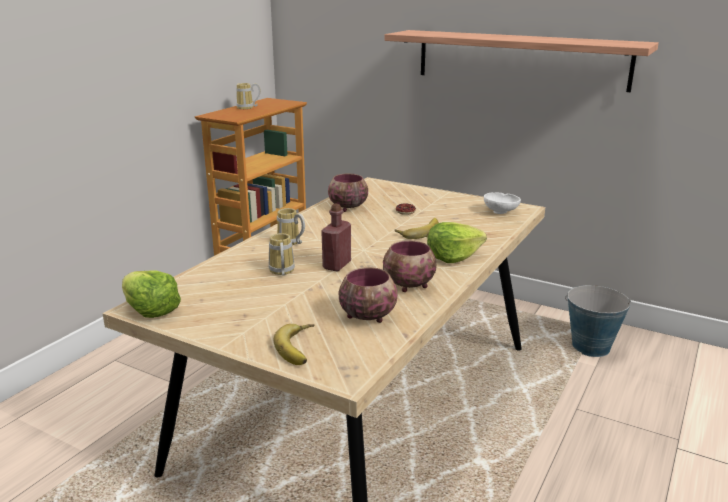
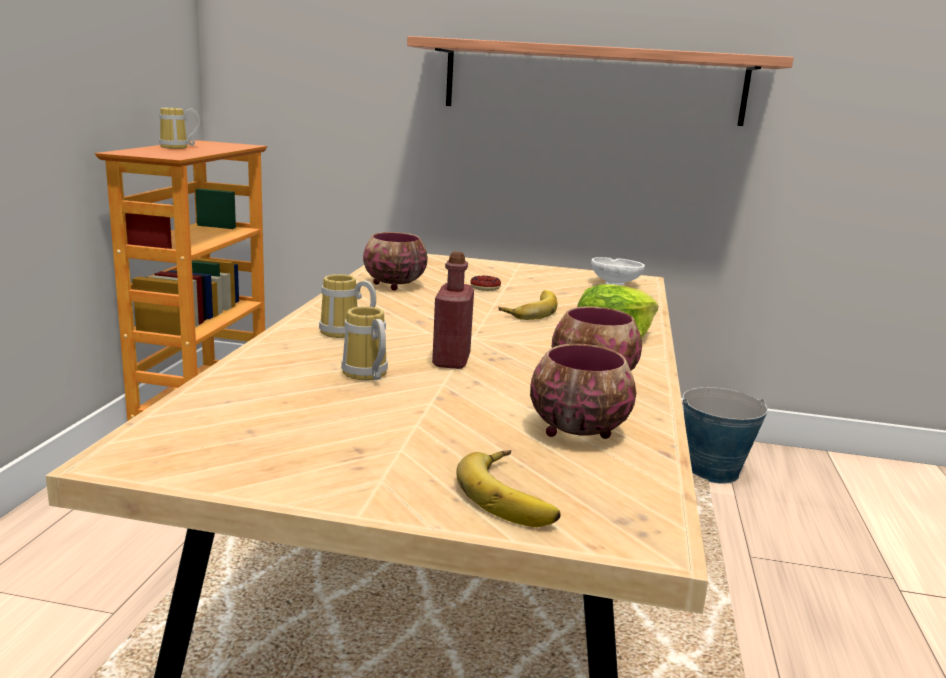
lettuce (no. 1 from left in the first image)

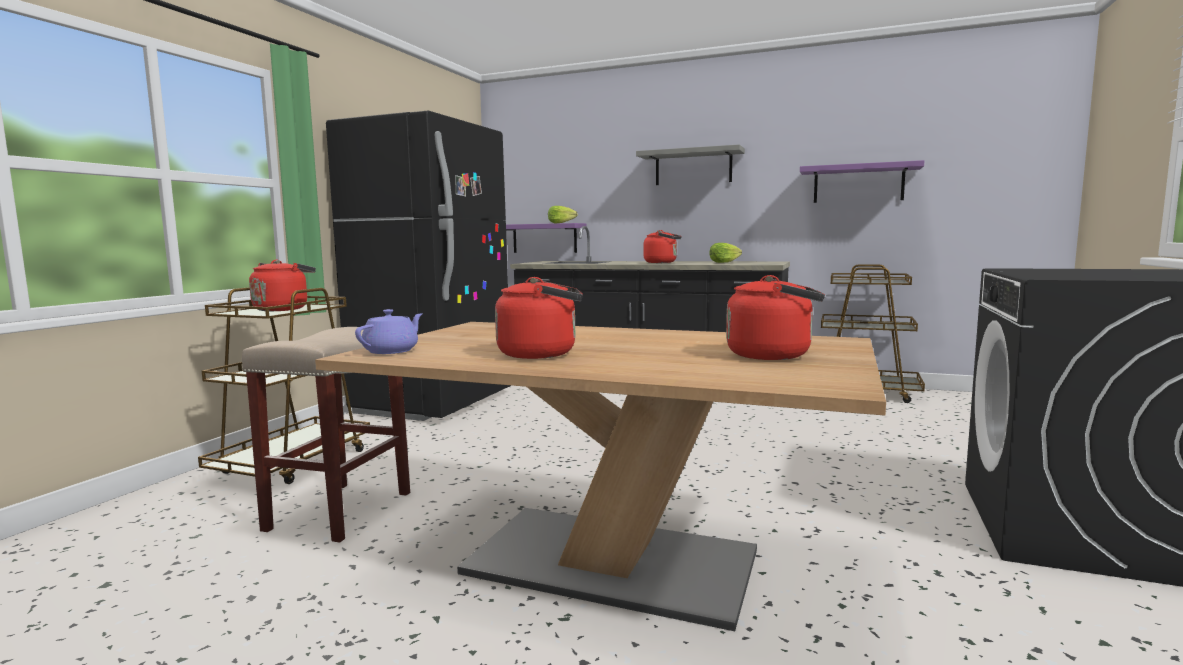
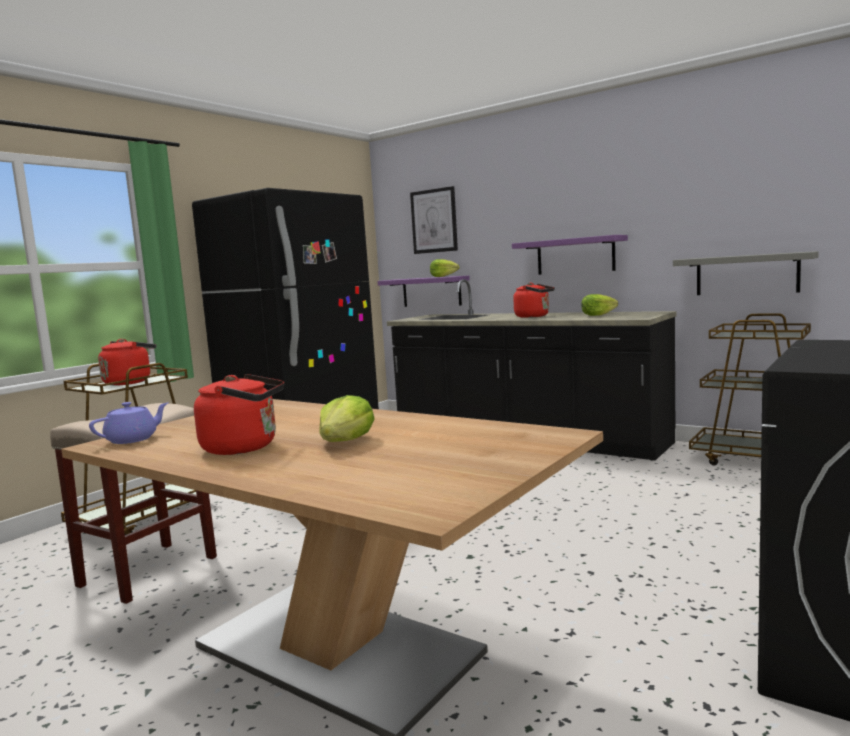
red_kettle (no. 4 from left in the first image)
lettuce (no. 1 from left)
picture
grey_shelf
purple_shelf (no. 2 from left)

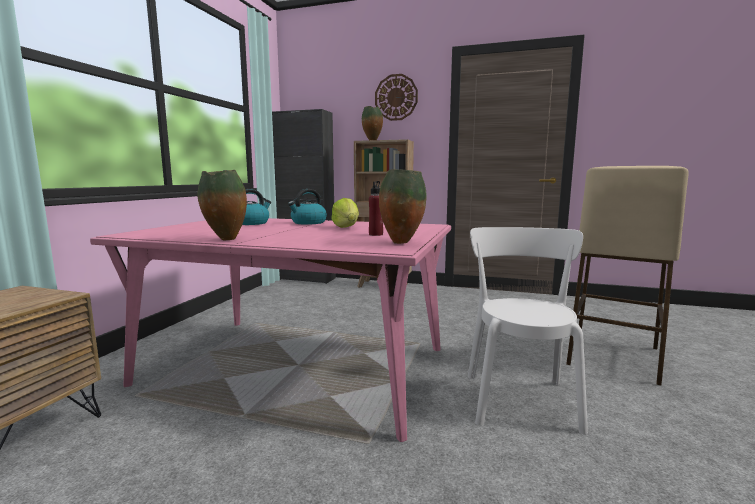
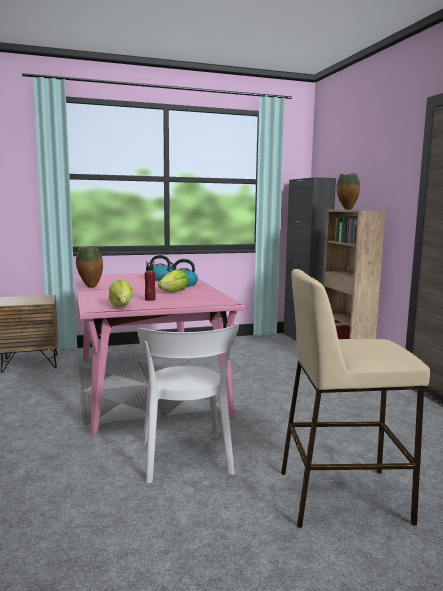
wall_clock
lettuce (no. 1 from left)
white_chair

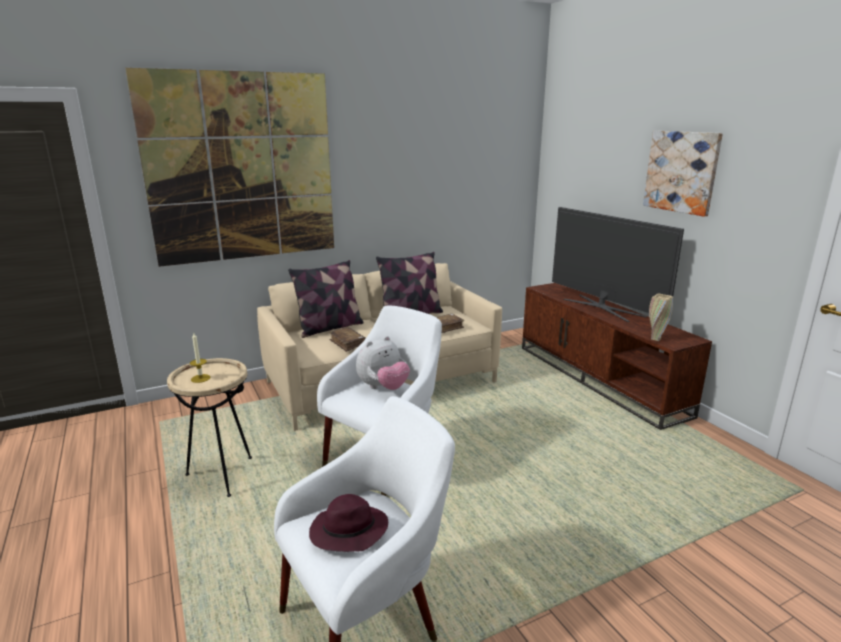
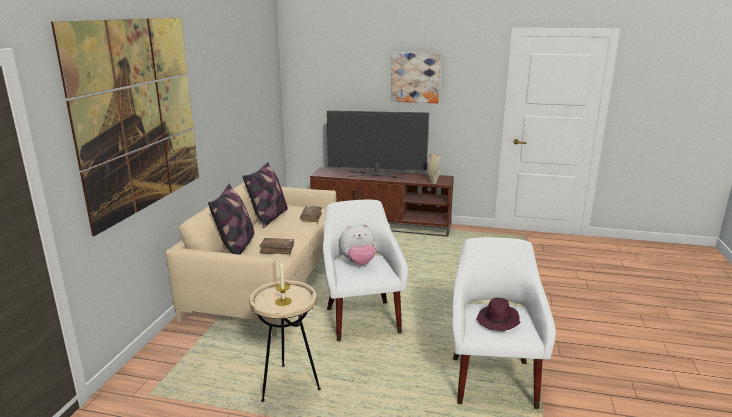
plush_toy

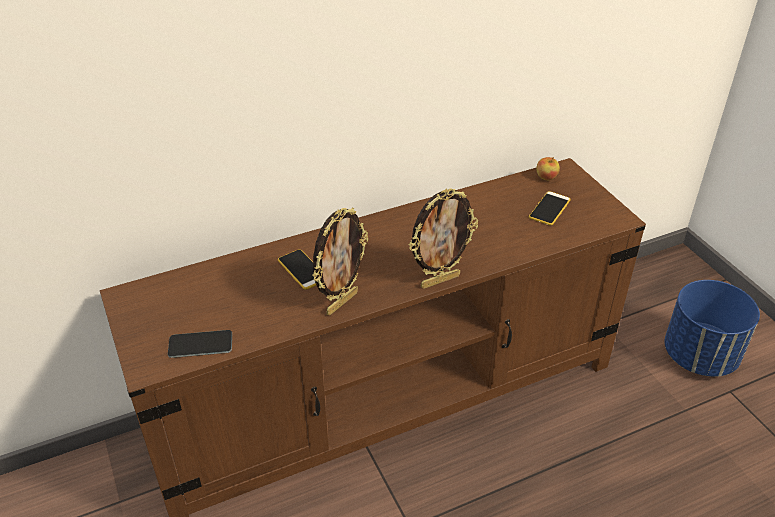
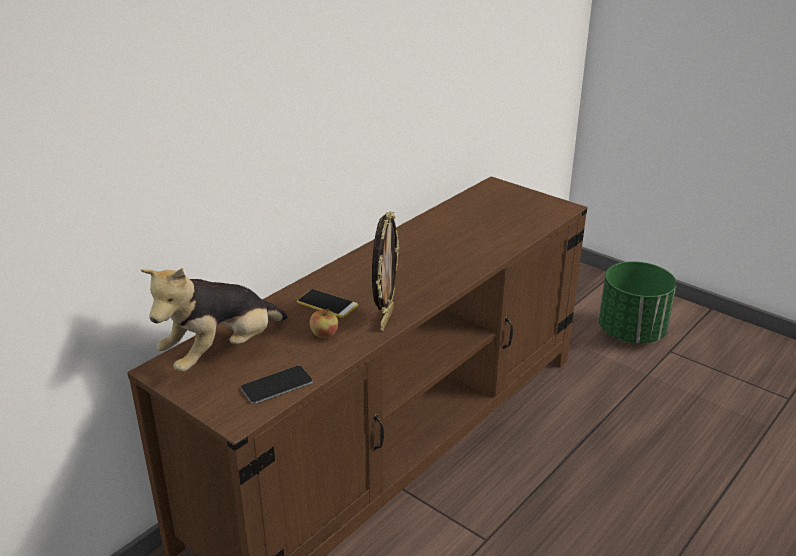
picture_frame (no. 2 from left in the first image)
phone (no. 3 from left in the first image)
plush_toy
apple
green_planter

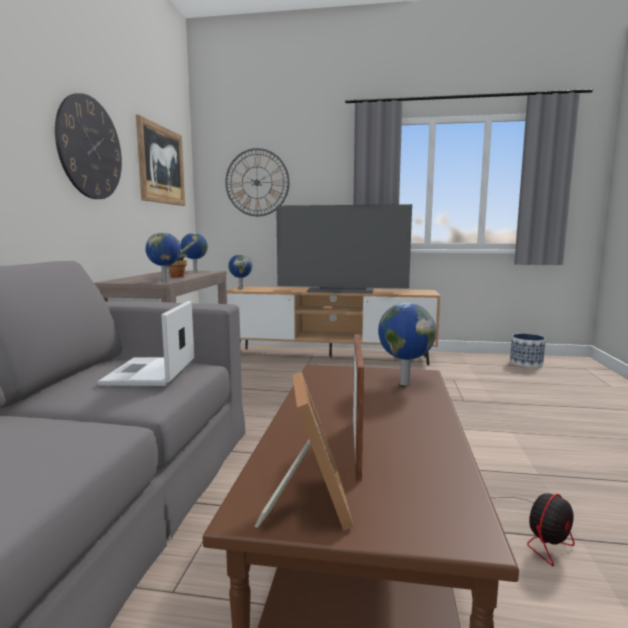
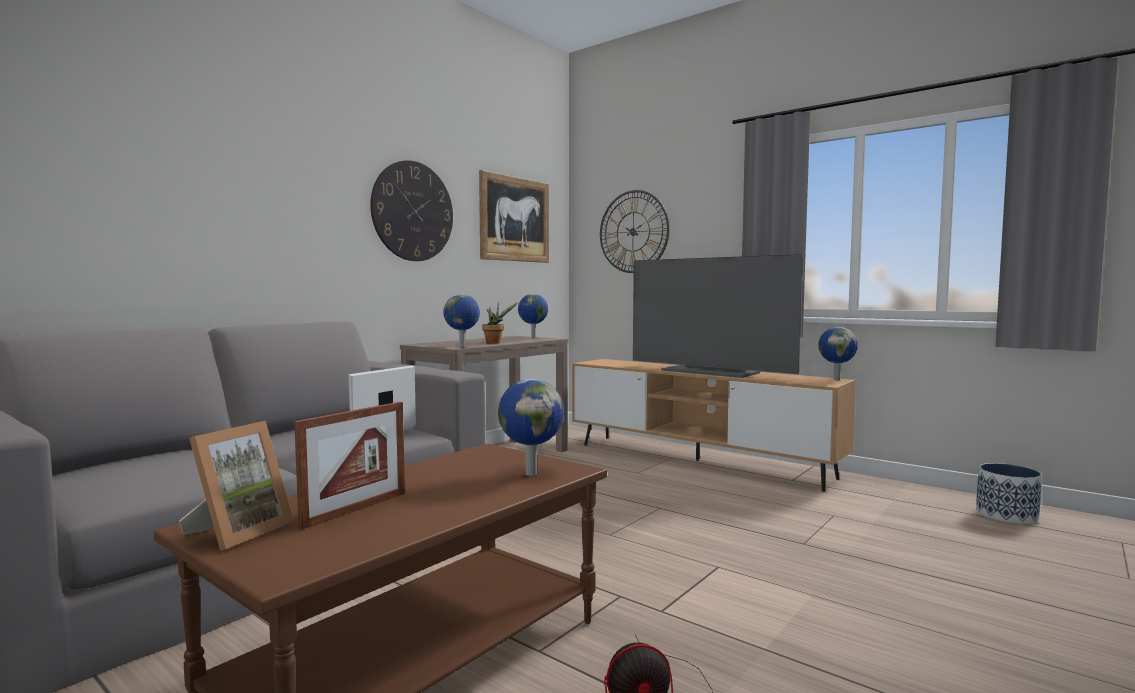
globe (no. 4 from left)

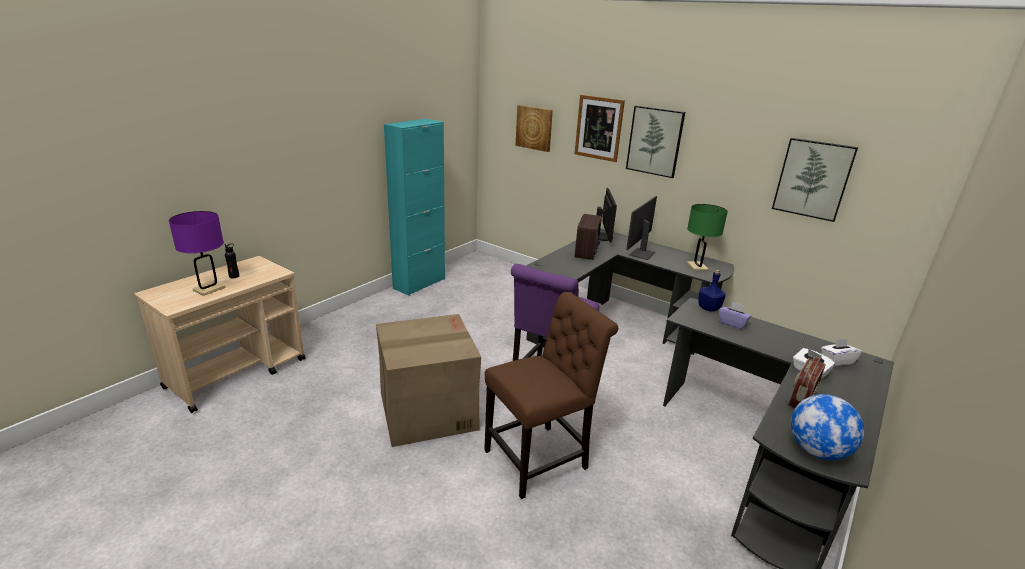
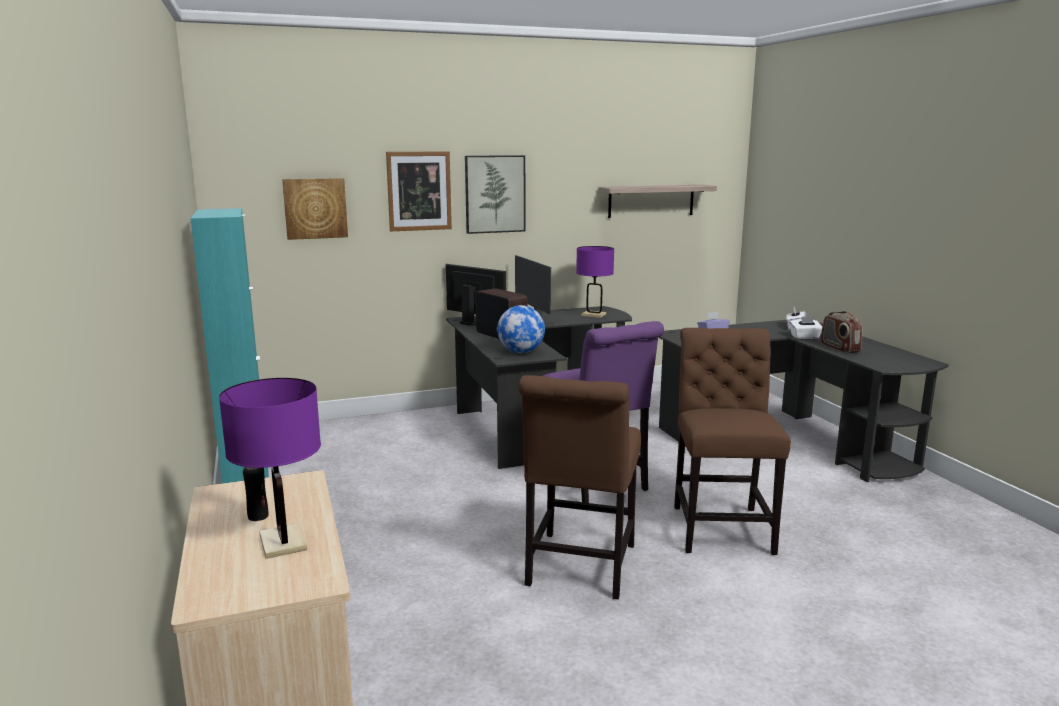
blue_bottle
globe
brown_chair (no. 1 from left)
shelf
purple_table_lamp (no. 2 from left)

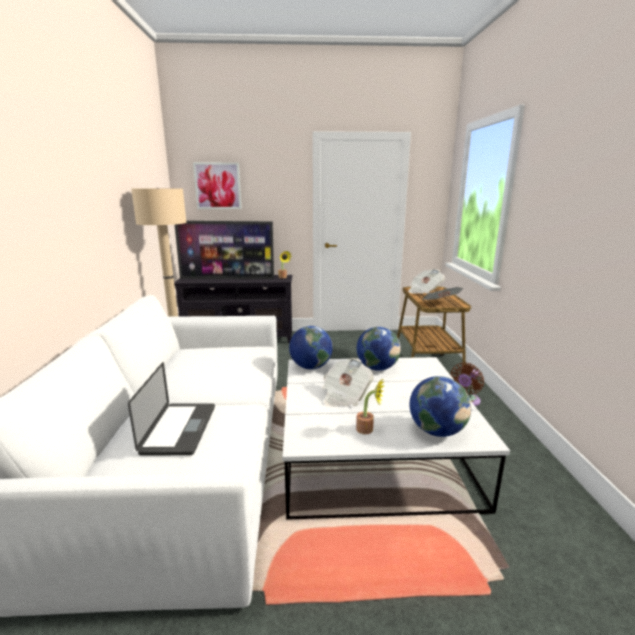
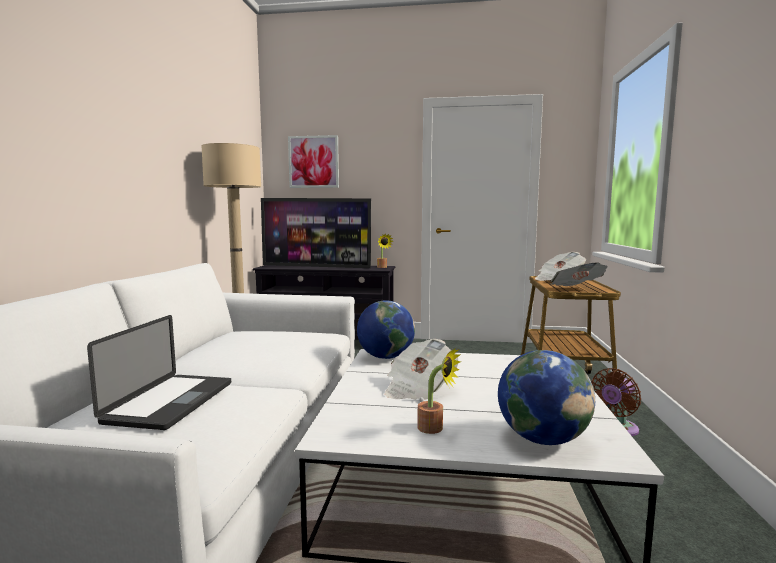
globe (no. 2 from left in the first image)

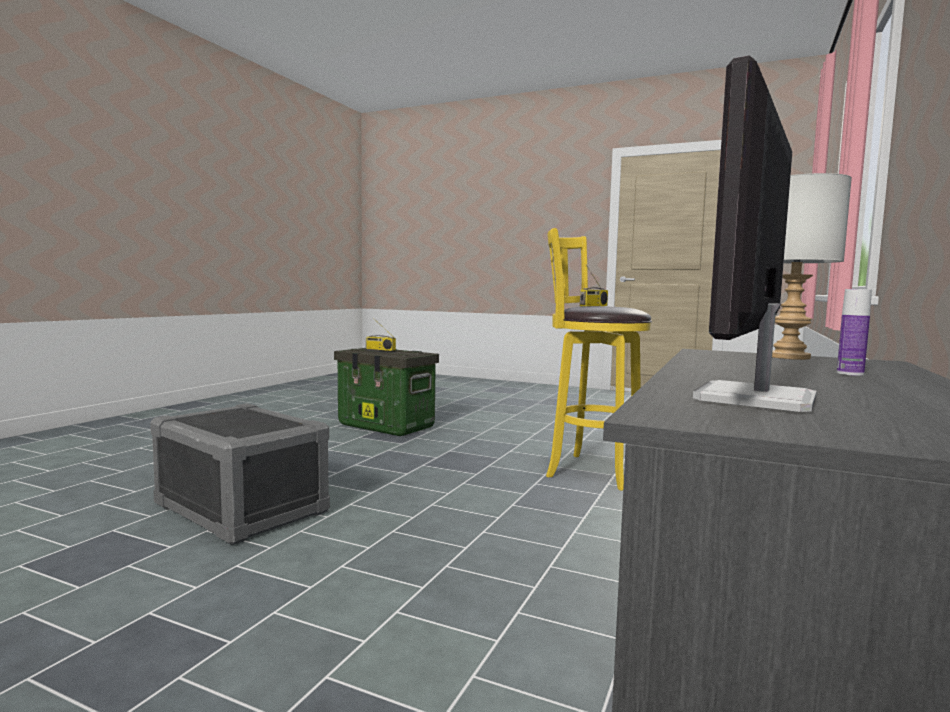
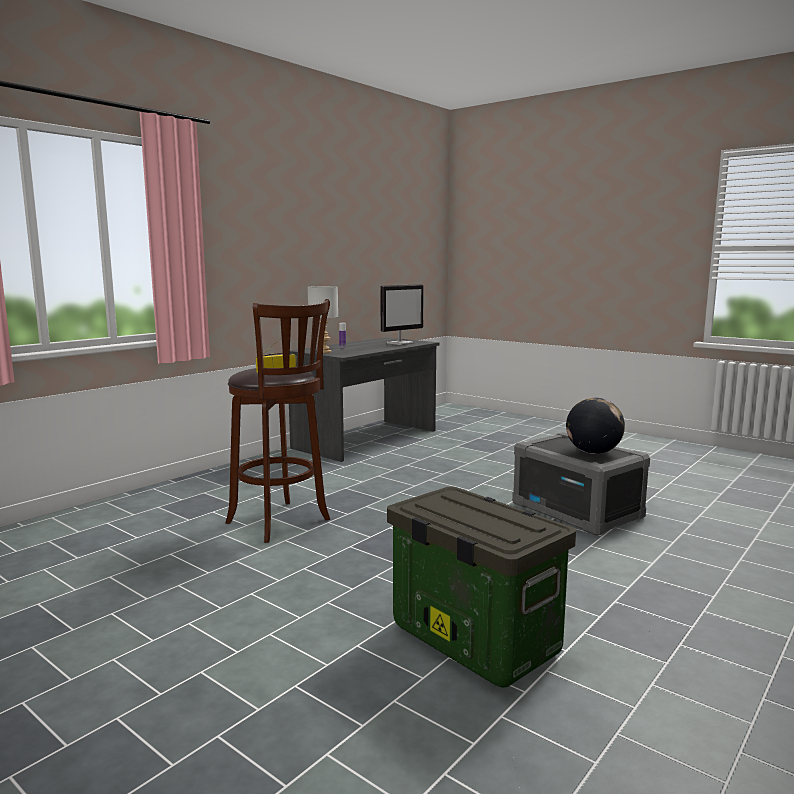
radio (no. 1 from left in the first image)
globe
brown_stool

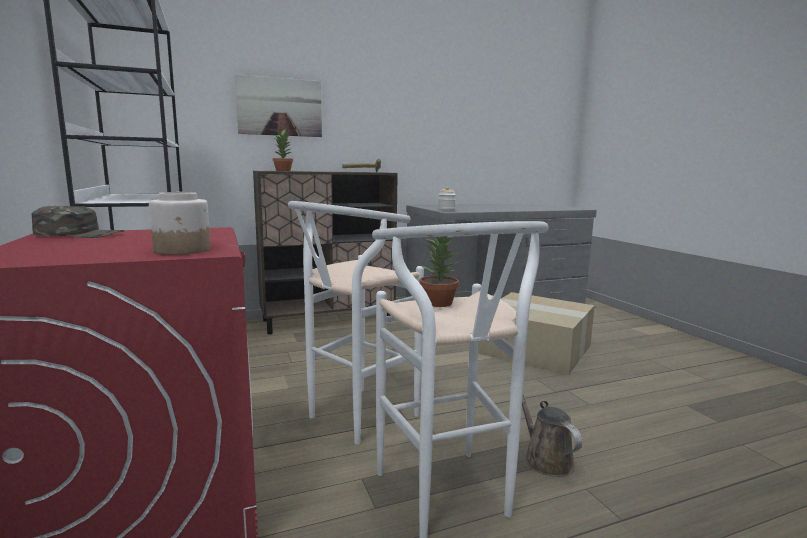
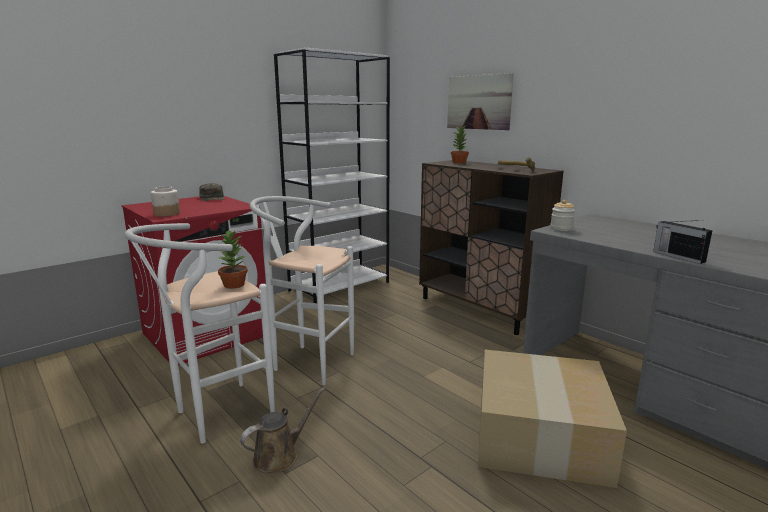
radio

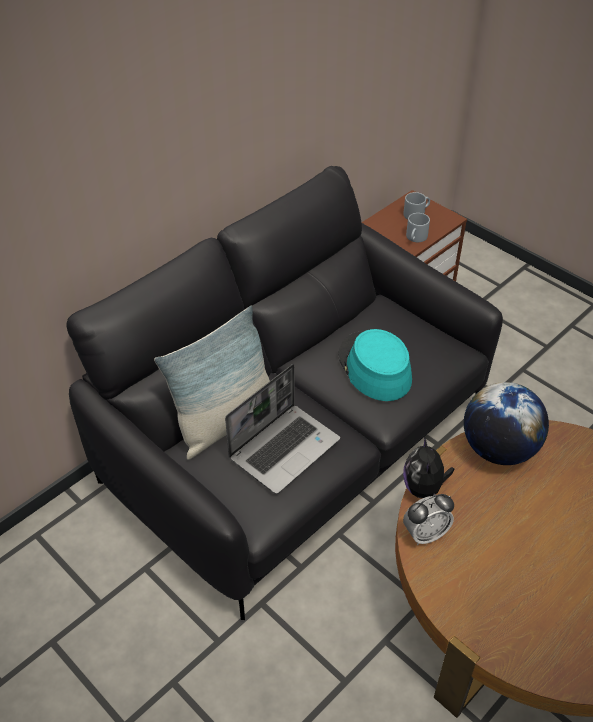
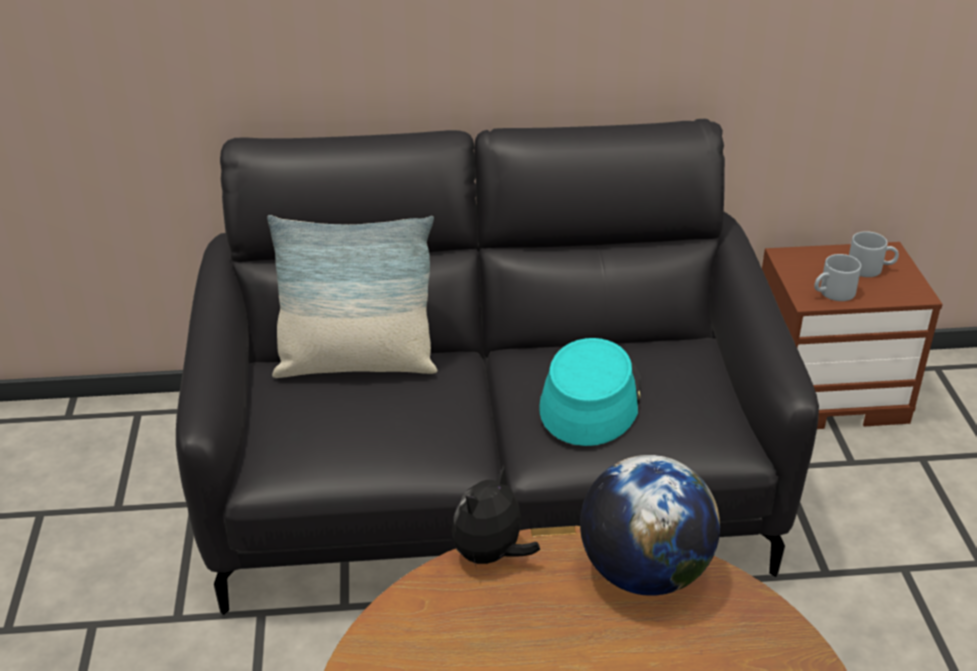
laptop
alarm_clock

